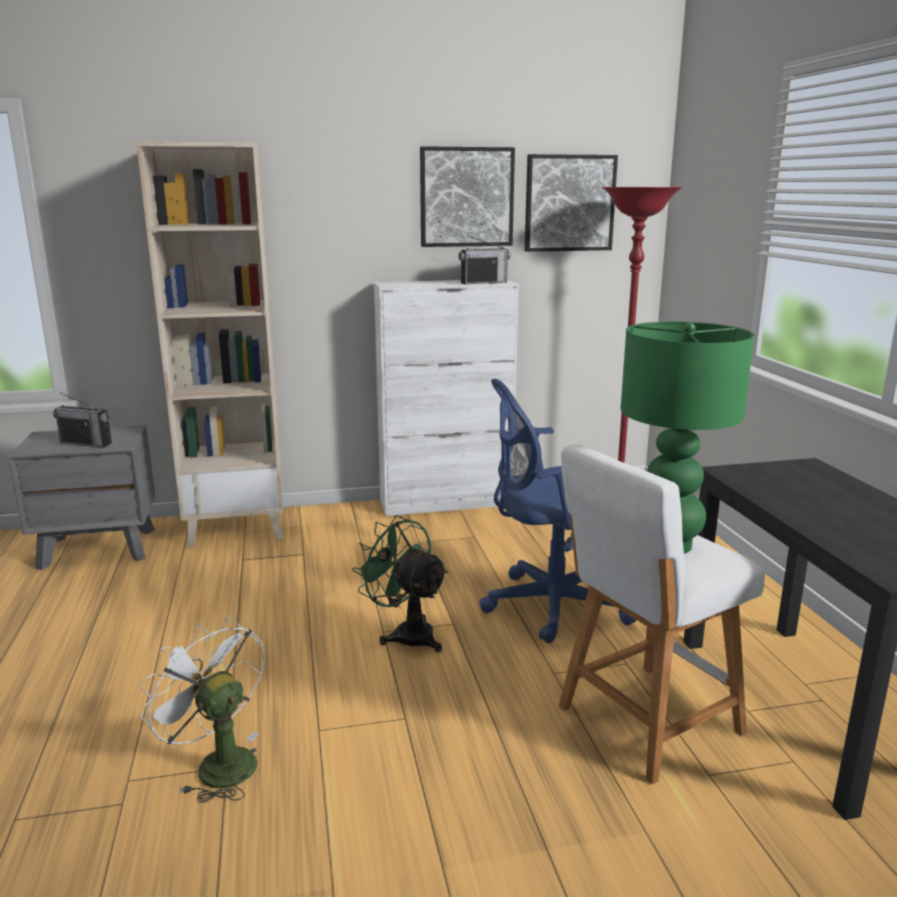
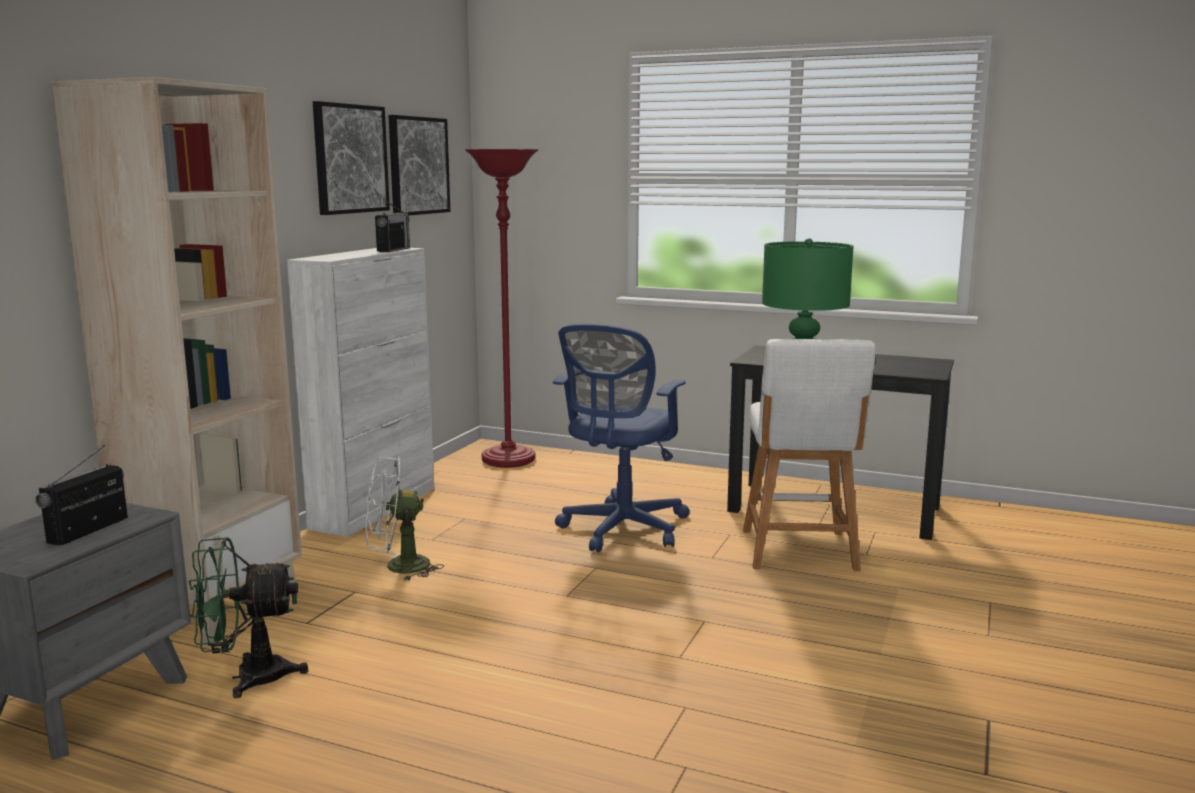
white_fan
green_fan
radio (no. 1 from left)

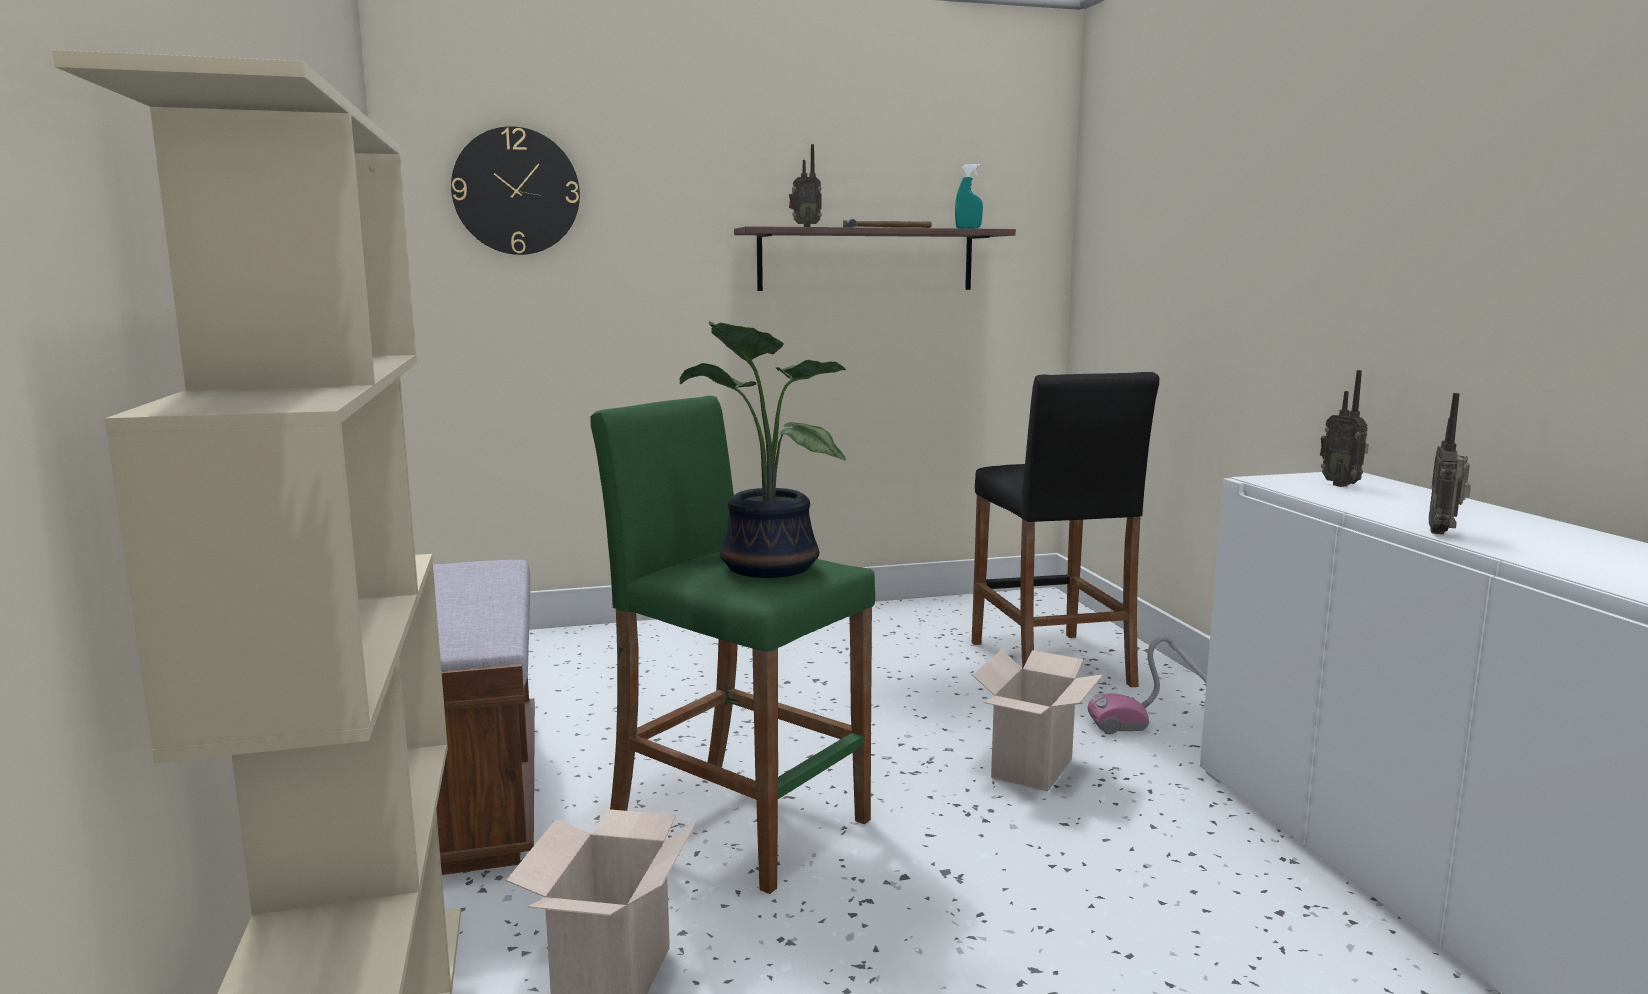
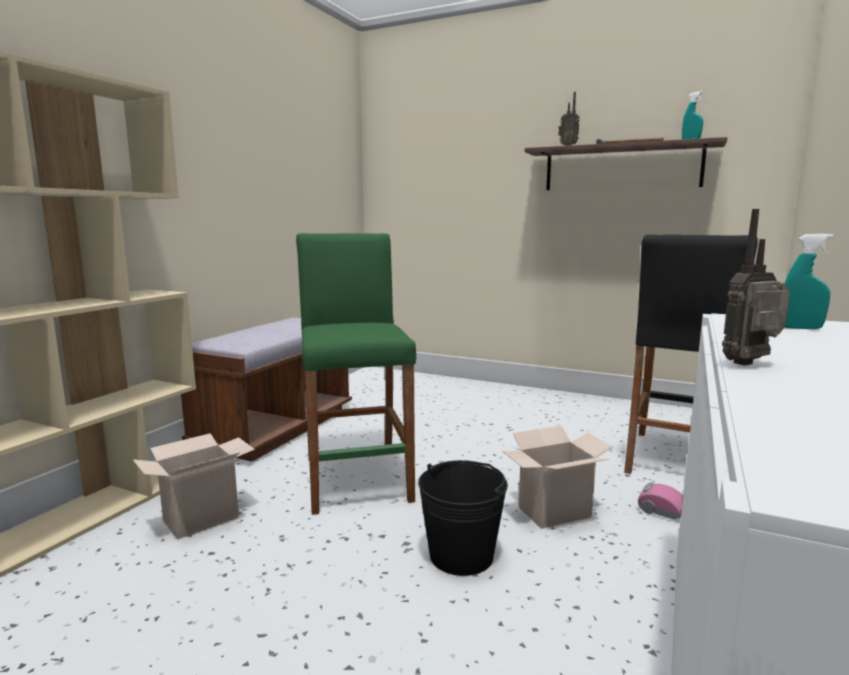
wall_clock
potted_plant
black_bucket
turquoise_spray_bottle (no. 2 from left)

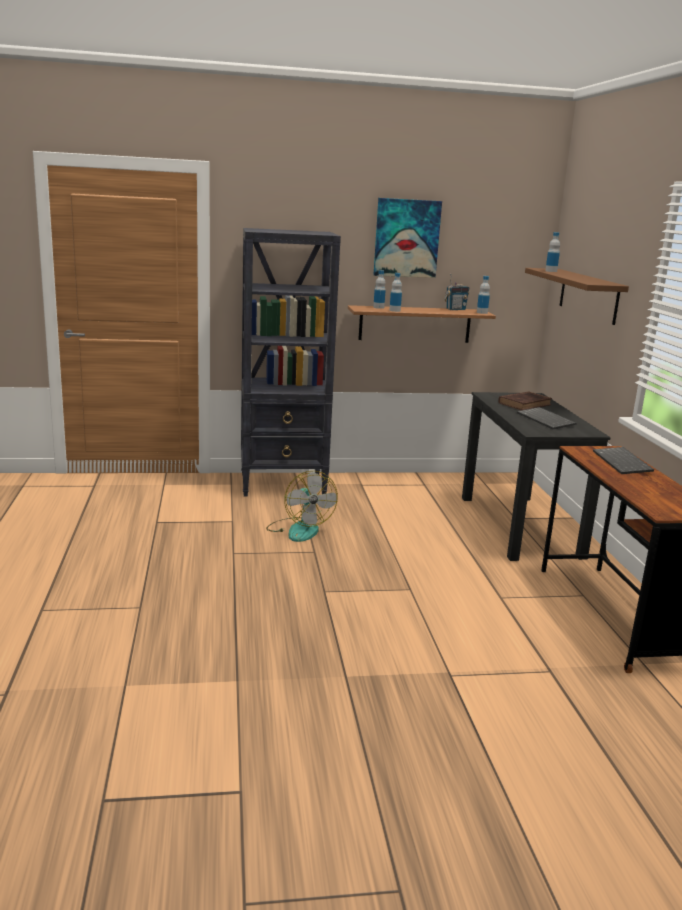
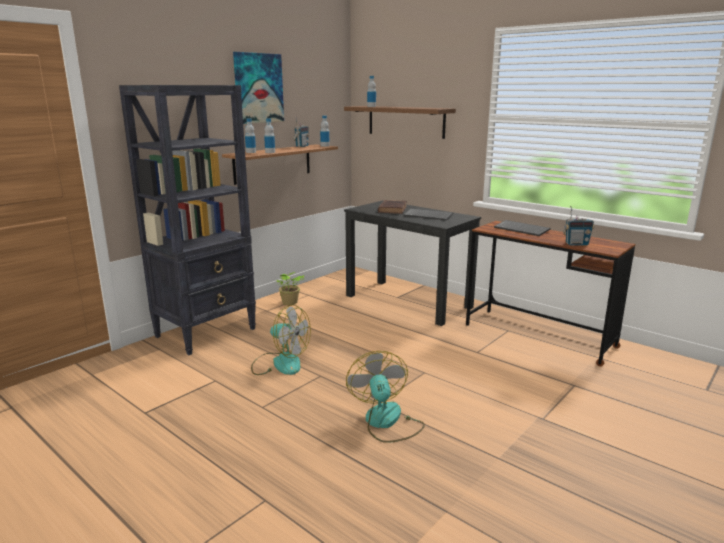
potted_plant
fan (no. 2 from left)
radio (no. 2 from left)

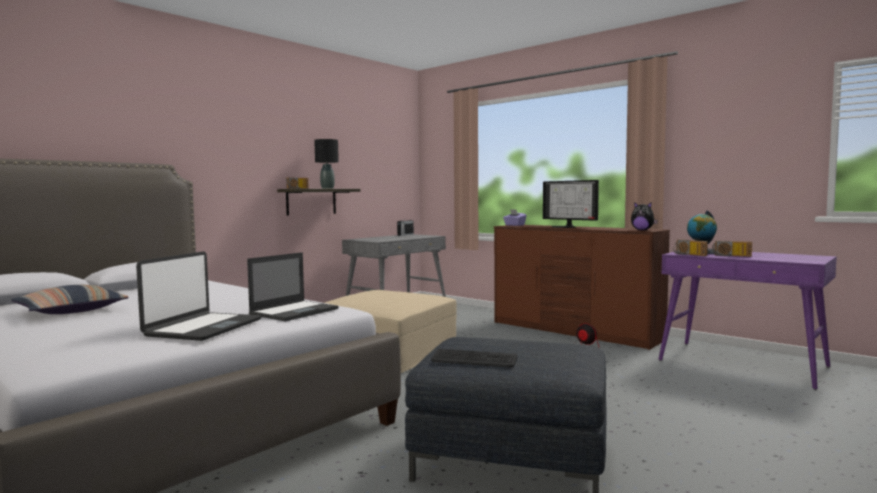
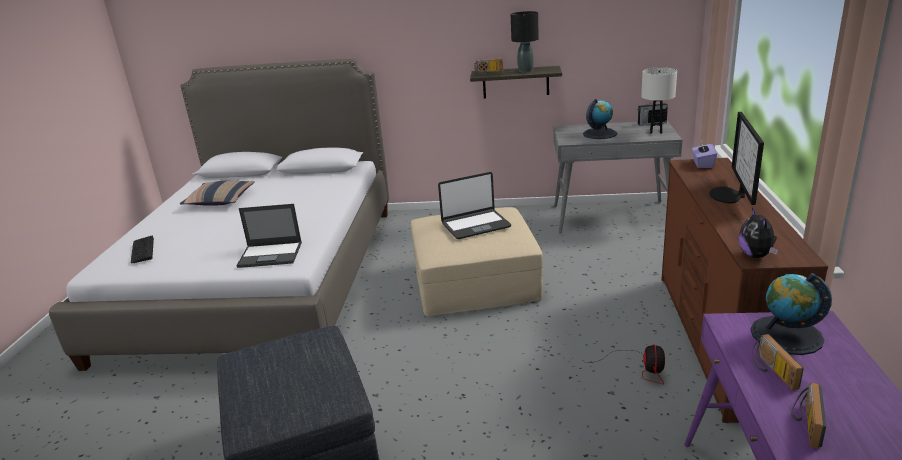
globe (no. 1 from left)
white_table_lamp
laptop (no. 2 from left)
keyboard
radio (no. 4 from left)

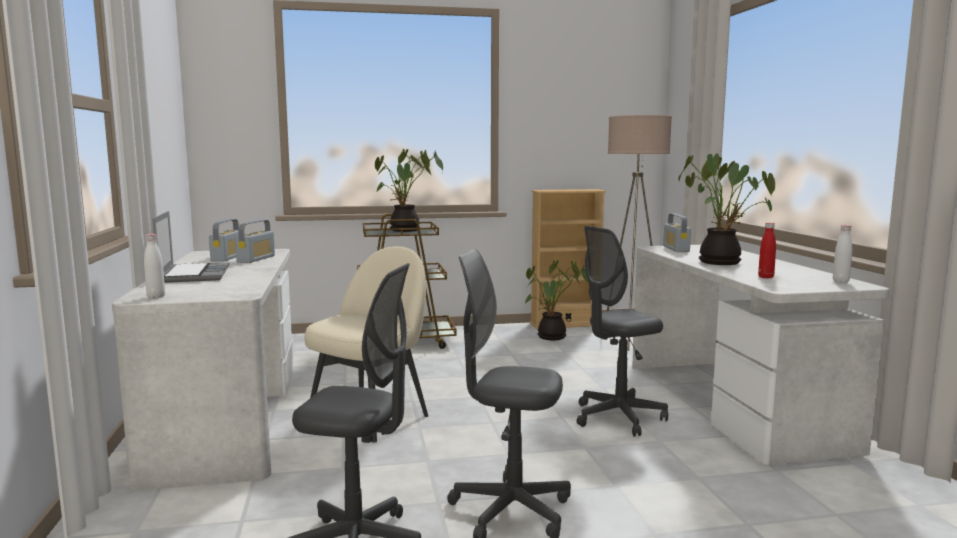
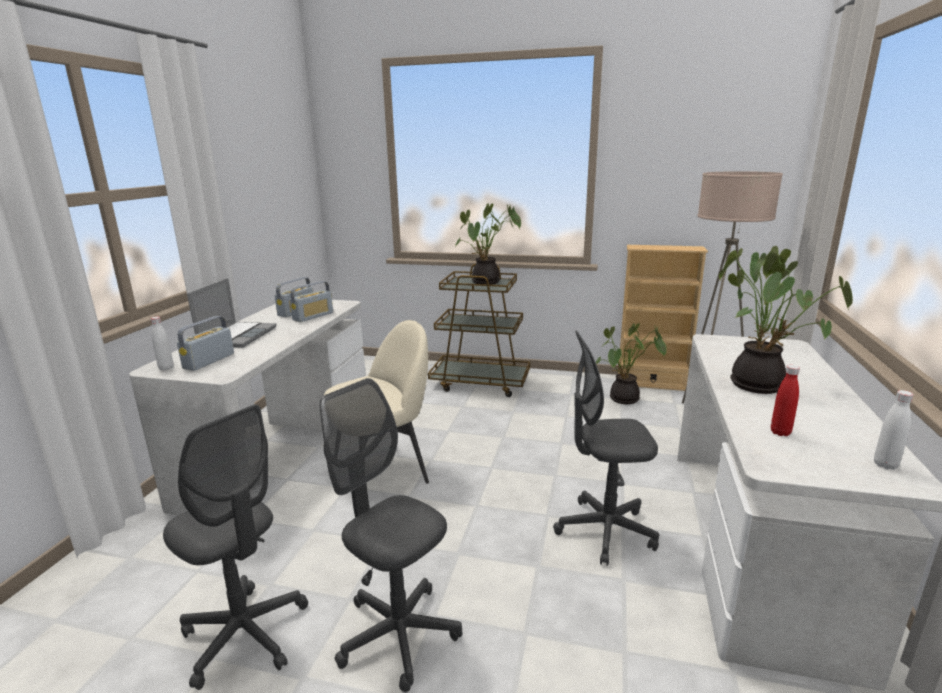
radio (no. 1 from left)

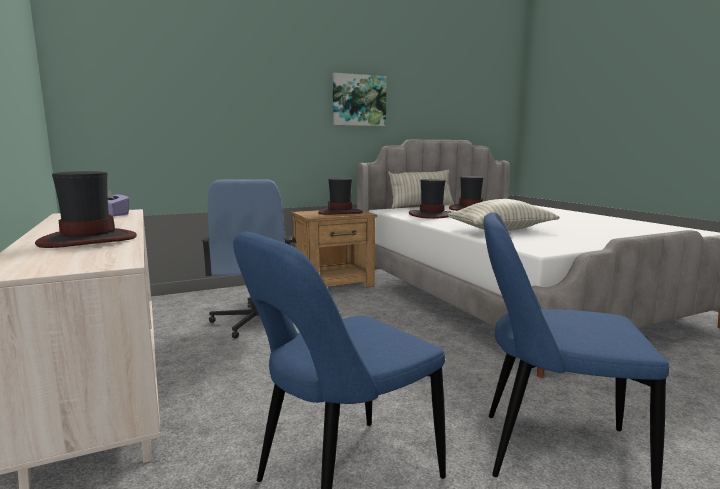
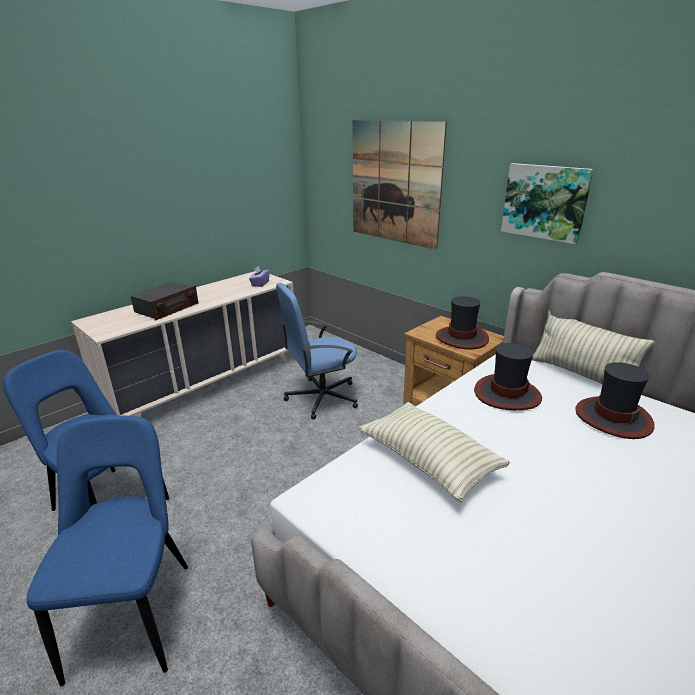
picture (no. 1 from left)
radio

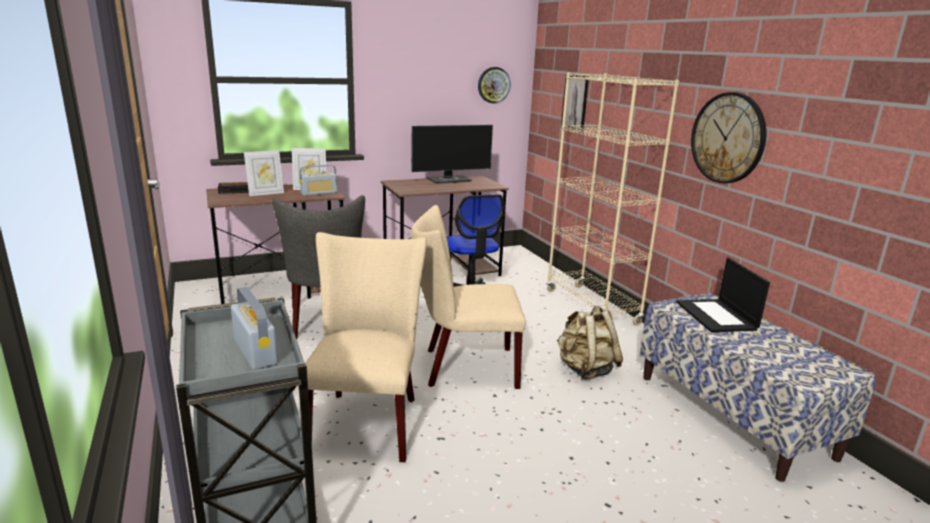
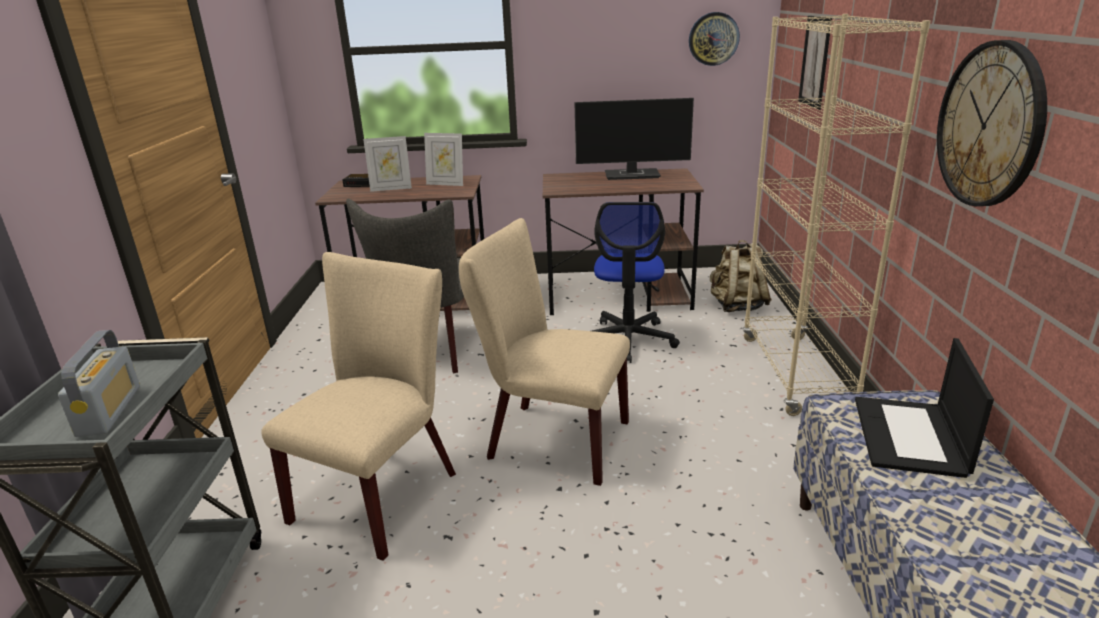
radio (no. 2 from left in the first image)
beige_backpack

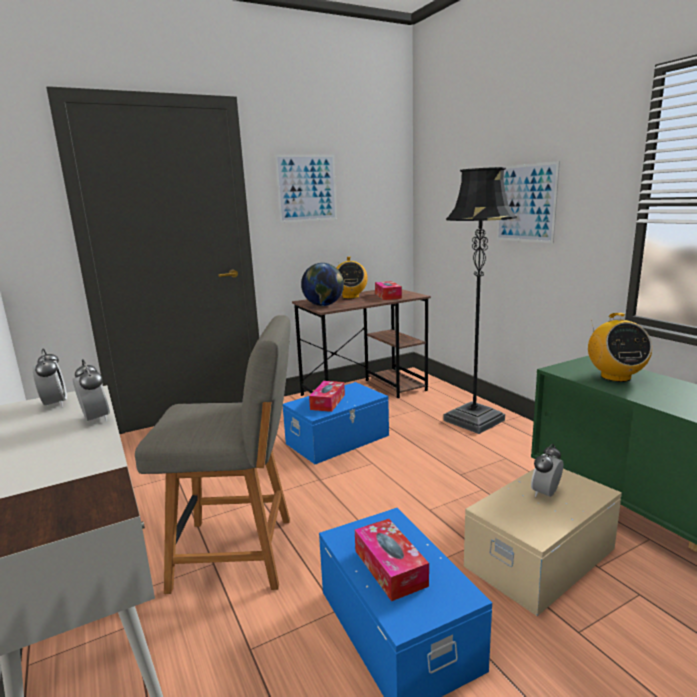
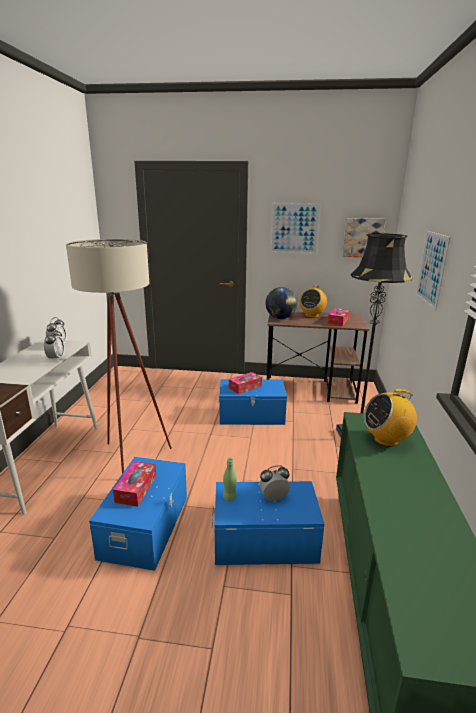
green_bottle
picture (no. 2 from left)
beige_floor_lamp
blue_storage_box (no. 3 from left)
radio (no. 2 from left)

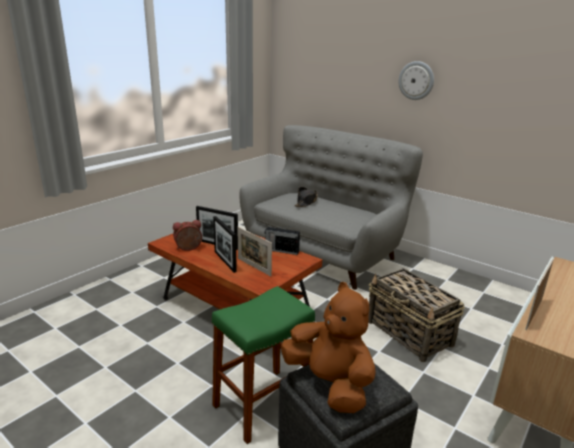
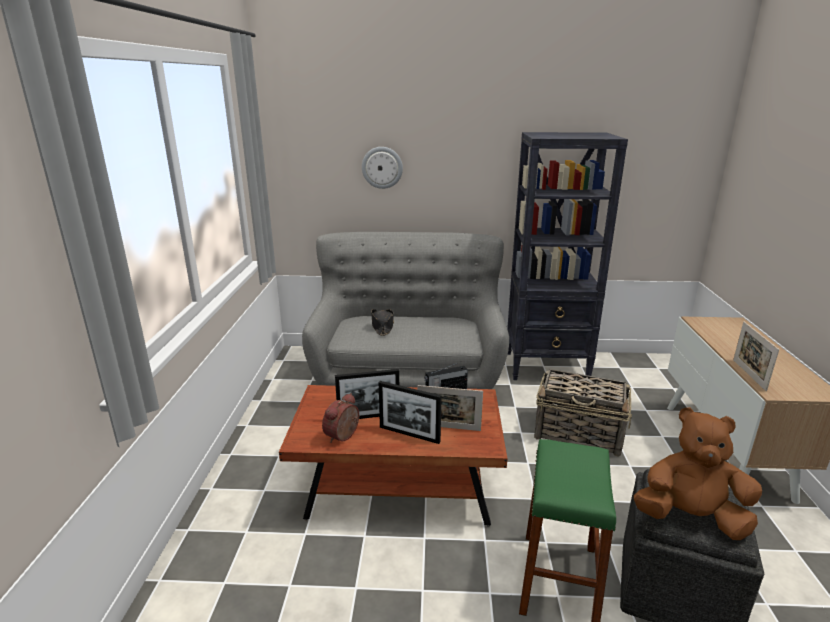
black_bookcase
wall_clock

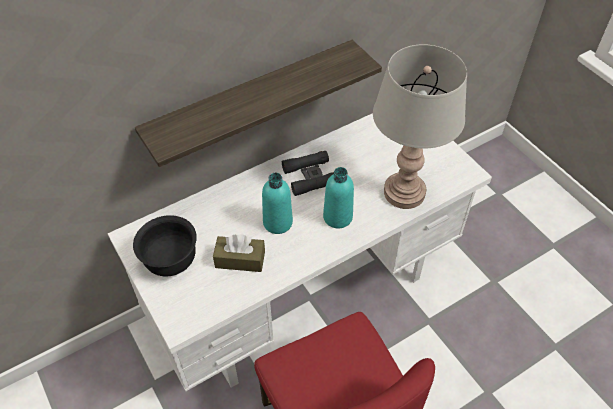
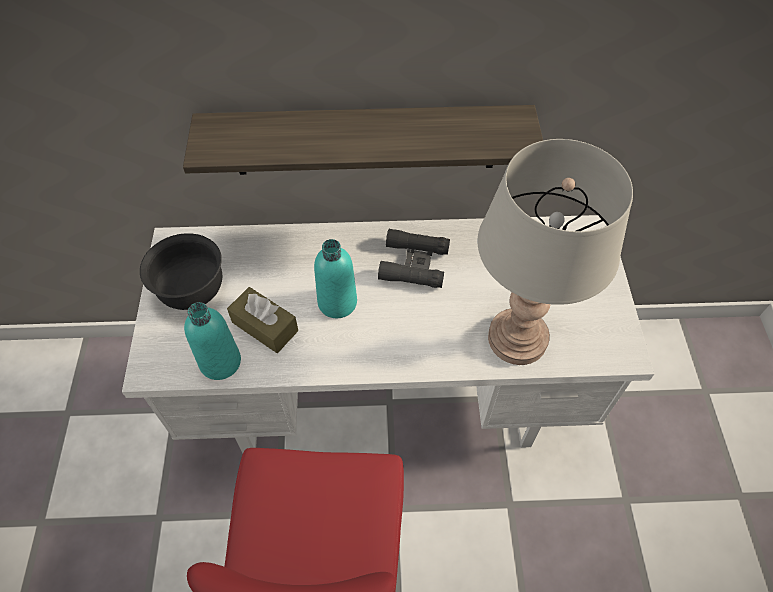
turquoise_bottle (no. 1 from left)

